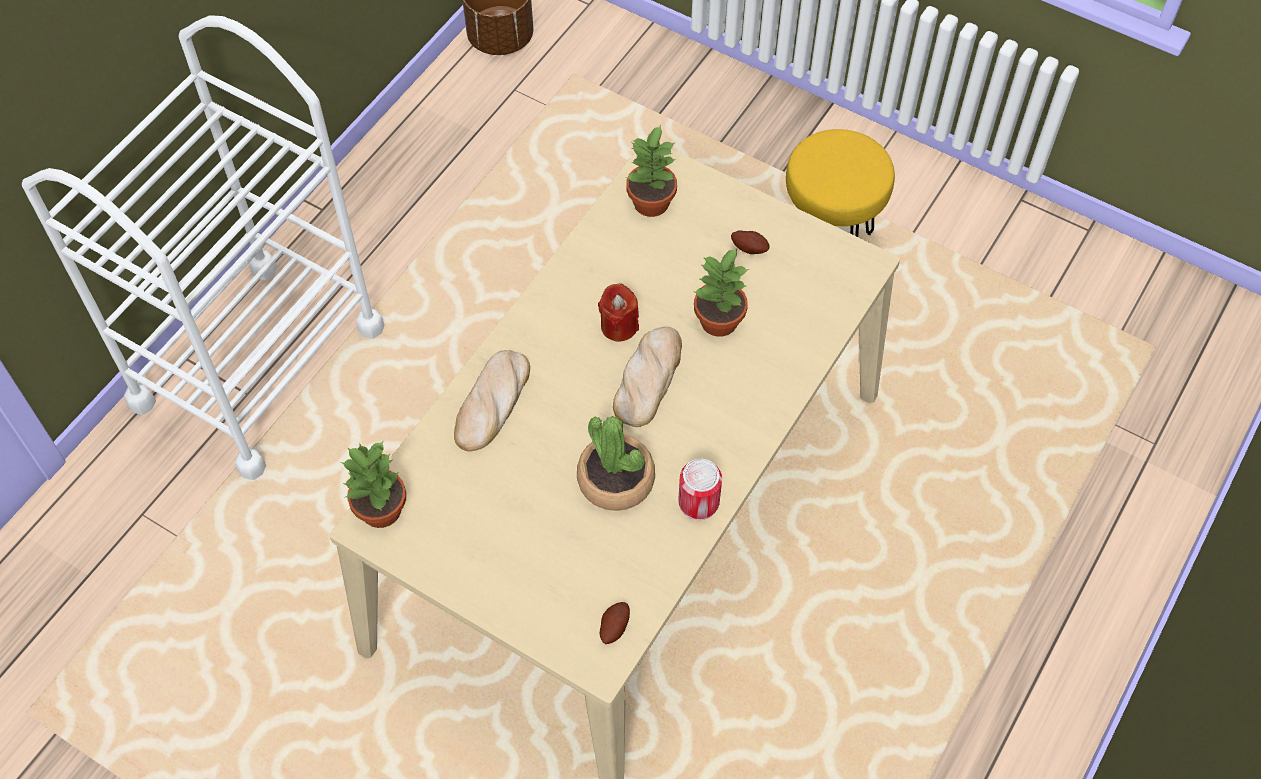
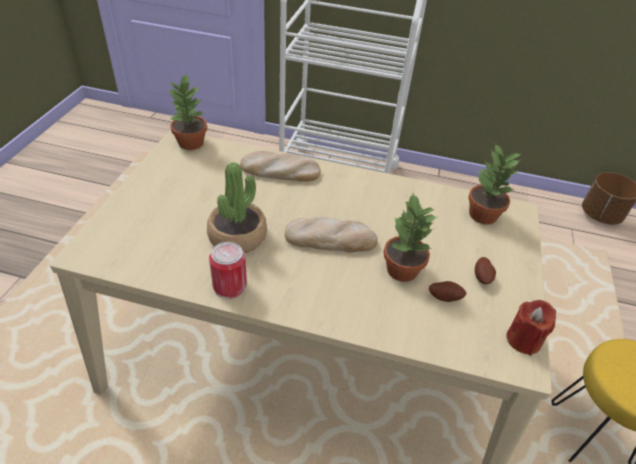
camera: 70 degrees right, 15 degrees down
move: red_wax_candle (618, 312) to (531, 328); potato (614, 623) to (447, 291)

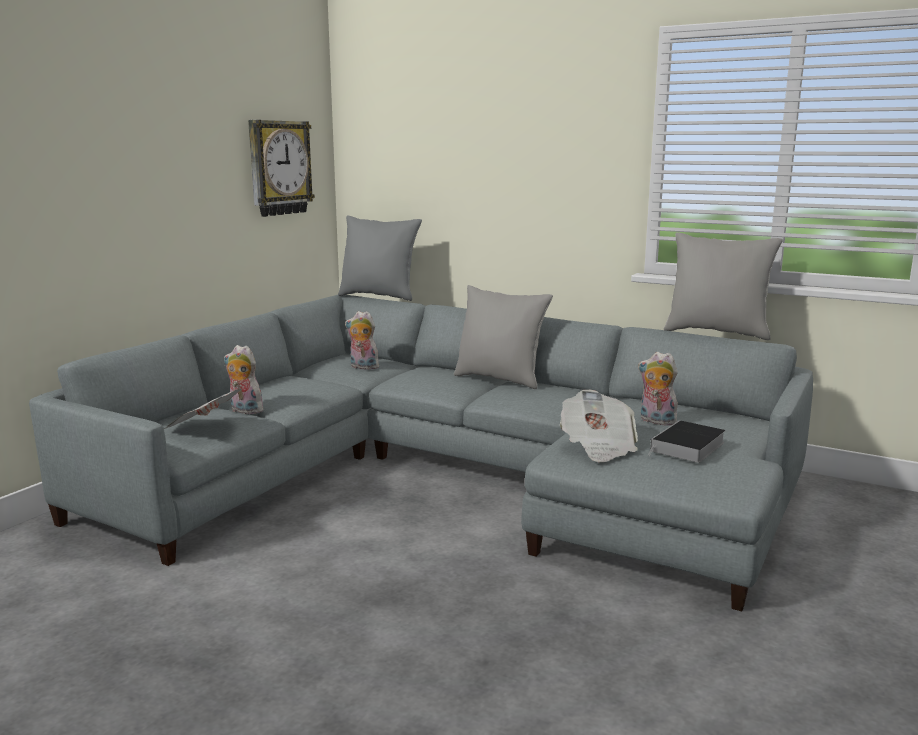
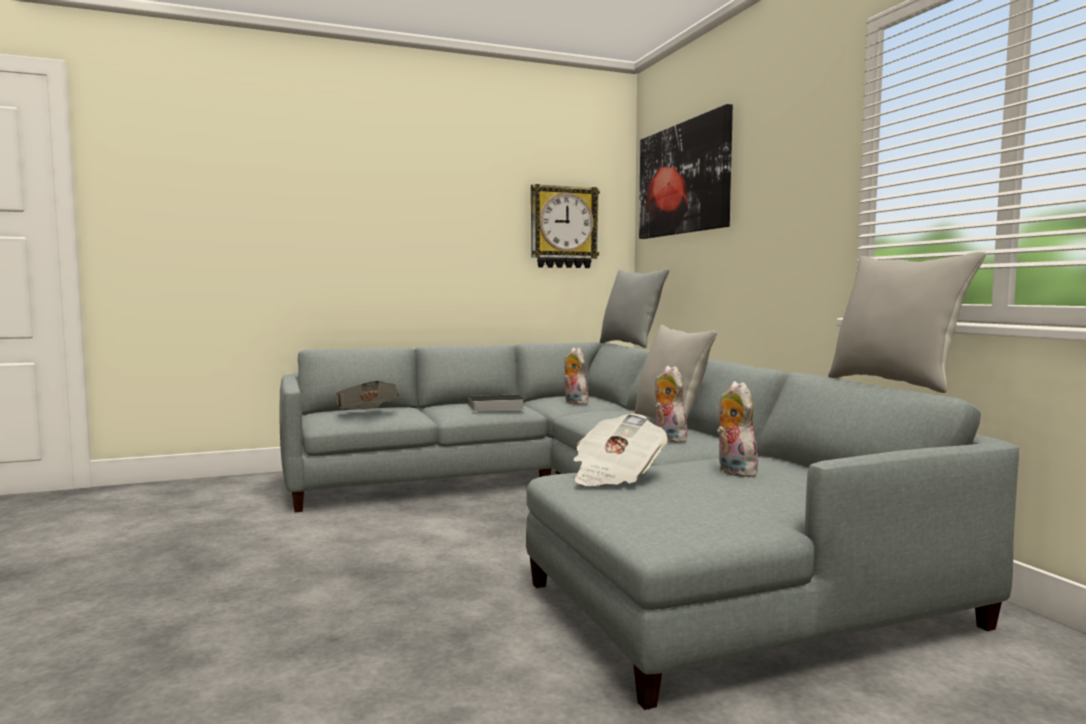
camera: 40 degrees right, 10 degrees down
insert: wall_art (686, 171)
move: soft_toy (243, 379) to (673, 404); volume (686, 441) to (492, 402)

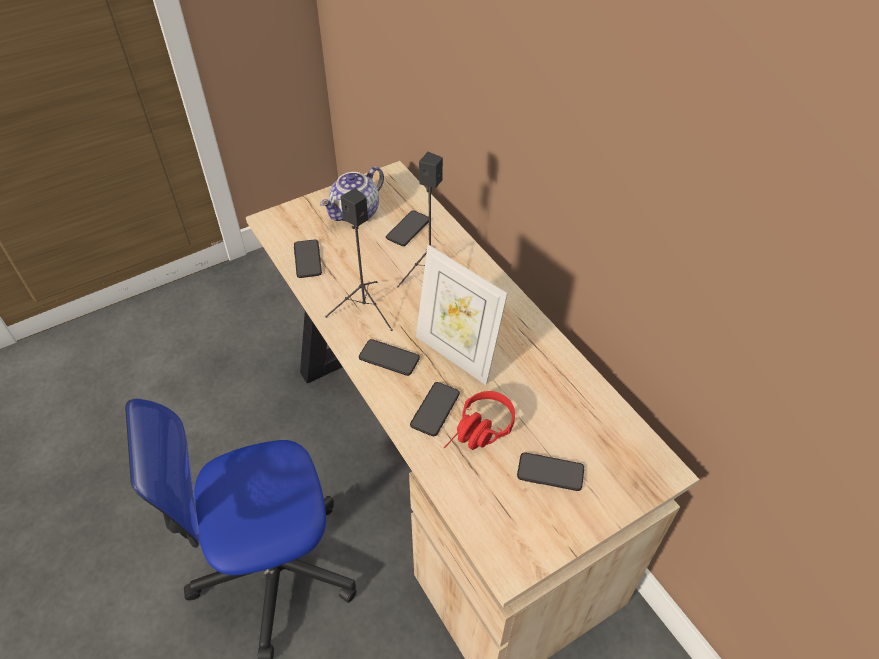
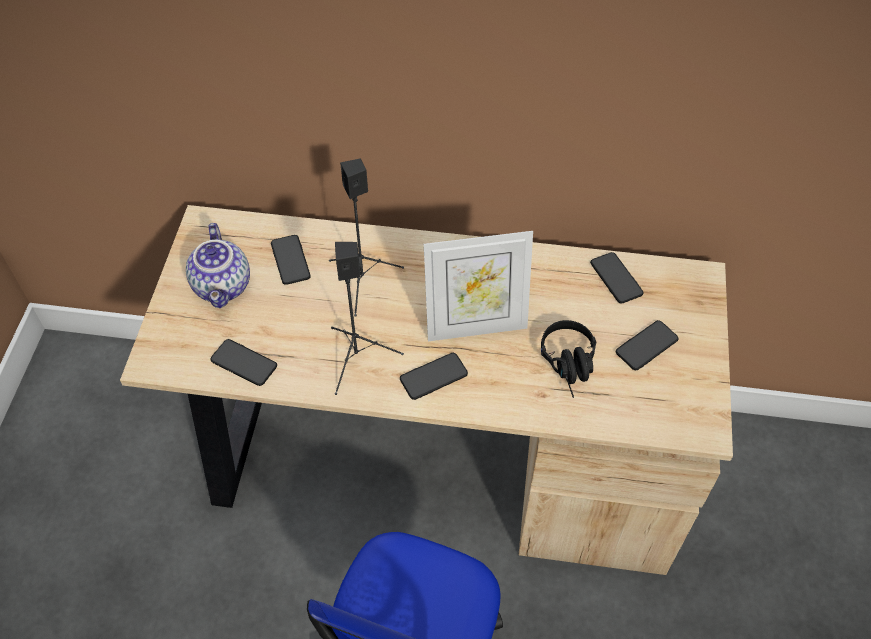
camera: 50 degrees left, 5 degrees up
move: phone (435, 409) to (617, 278)
recolor: red_headset (479, 420) to black_headset (568, 359)

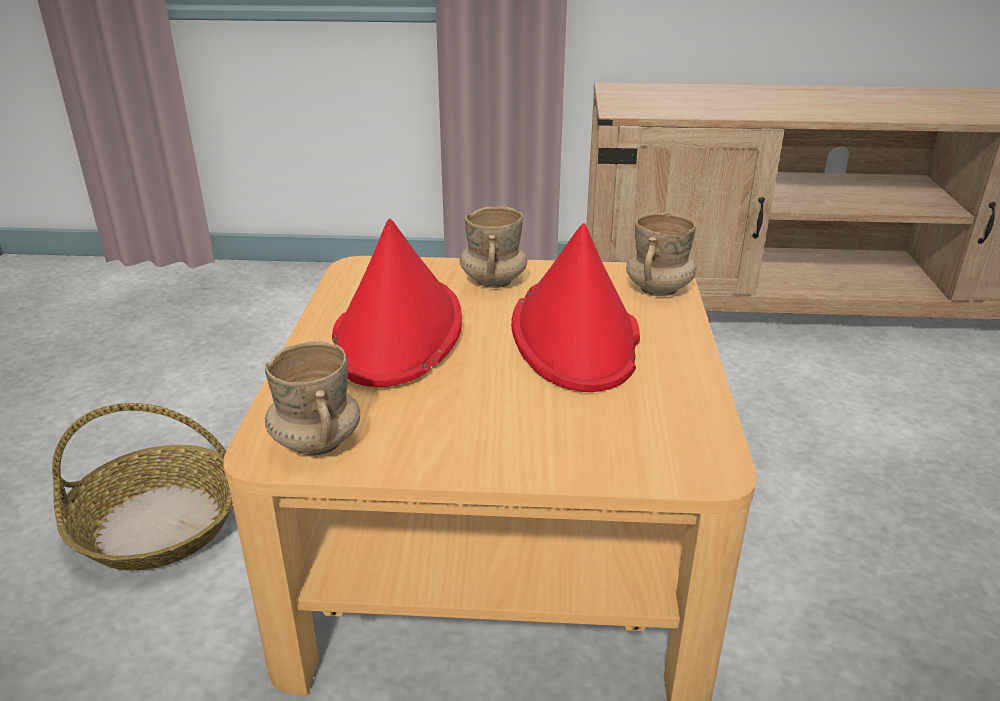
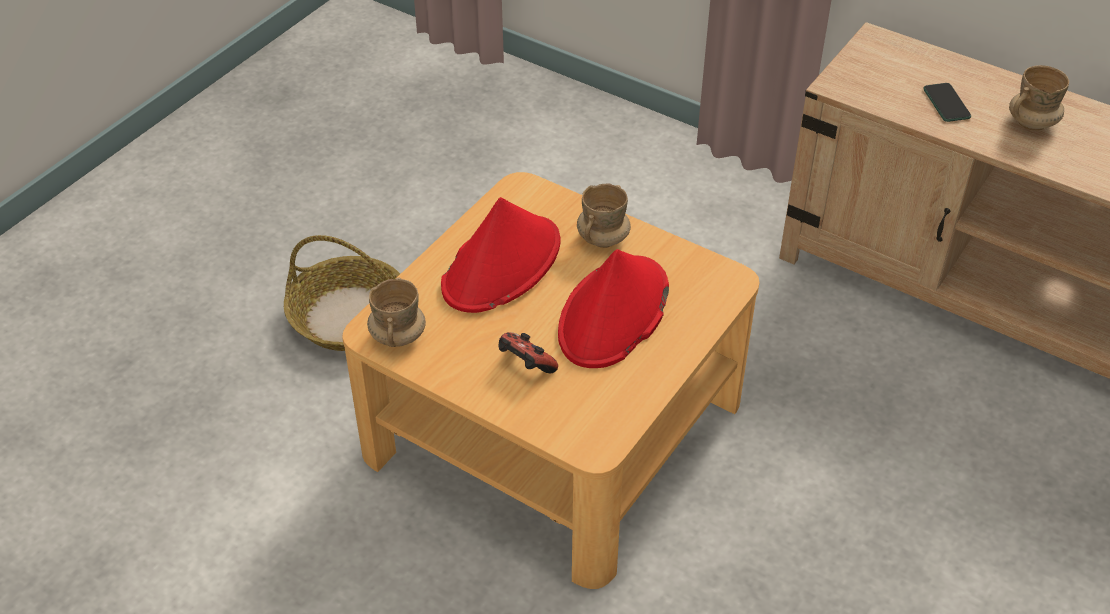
camera: 30 degrees right, 15 degrees up
insert: joypad (528, 353); phone (947, 102)
move: beige-coloured_coffee_mug (661, 254) to (1039, 98)

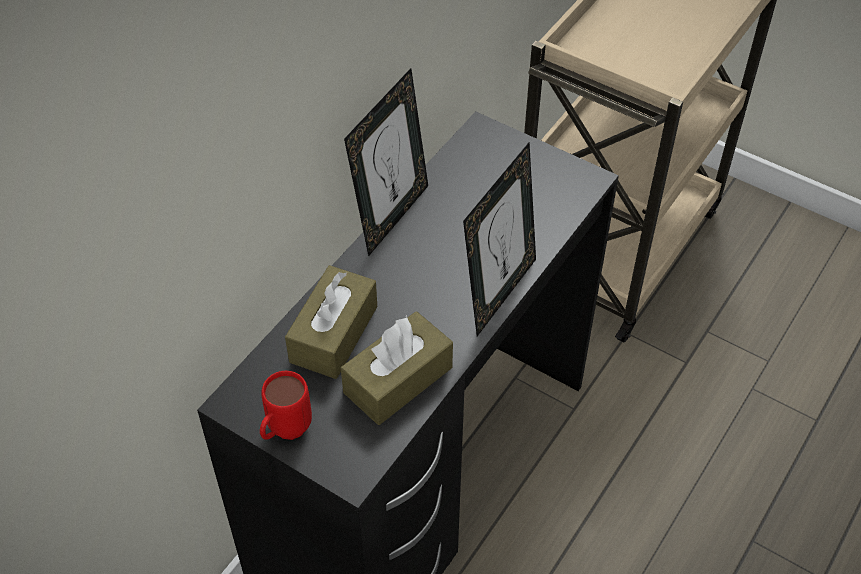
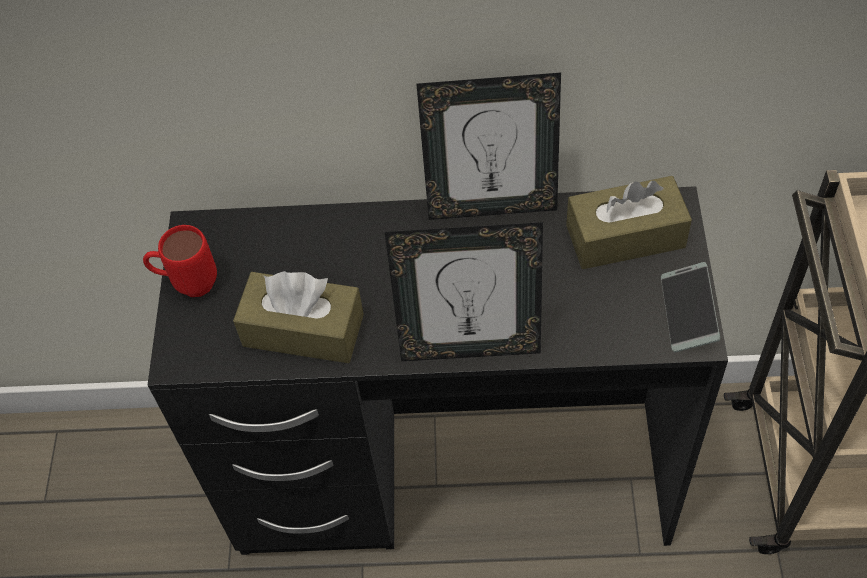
camera: 60 degrees right, 5 degrees up
insert: phone (690, 307)
move: brown-coloured_tissue_box (331, 322) to (629, 222)

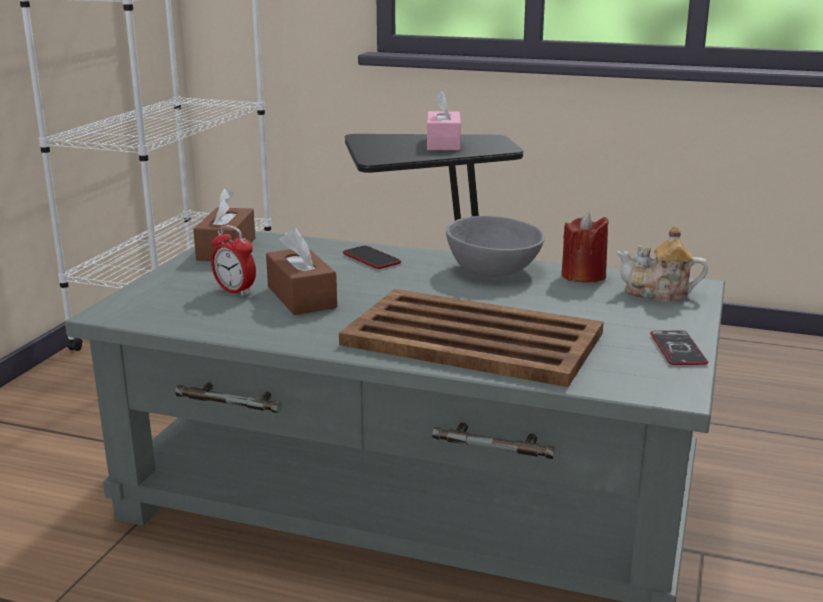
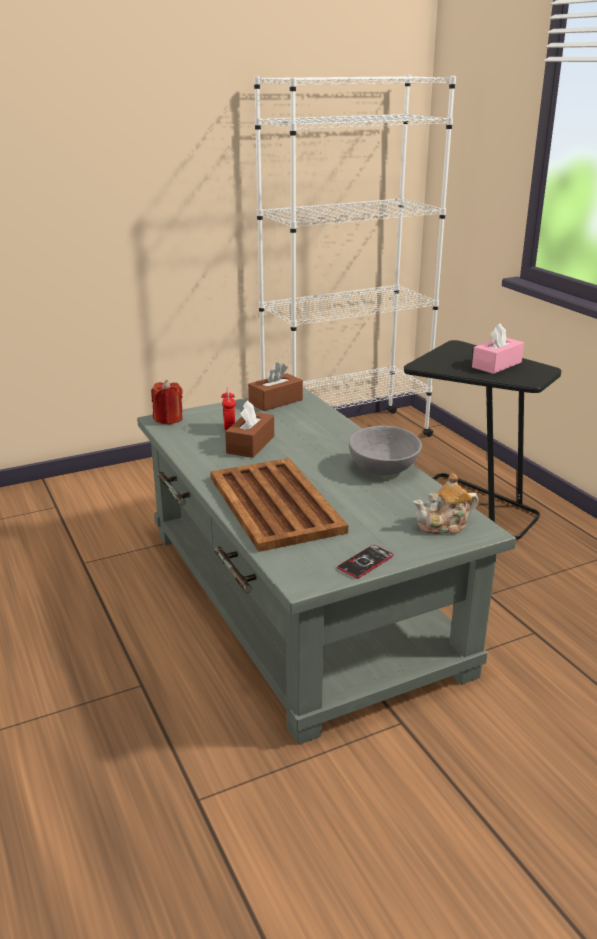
camera: 45 degrees right, 5 degrees up
delete: phone (372, 257)
move: red_wax_candle (585, 247) to (167, 402)
rotate: pot_for_tea (662, 264) = (446, 503) 75 degrees counterclockwise

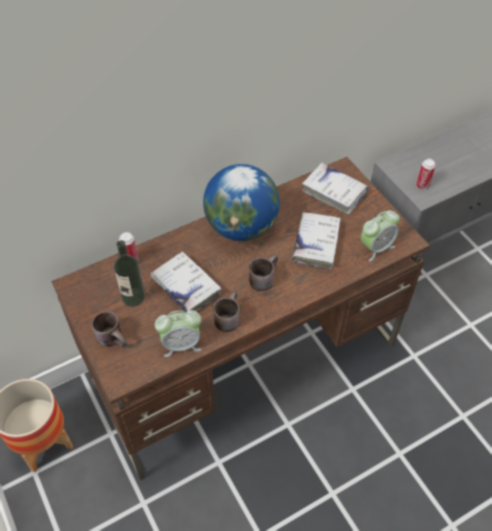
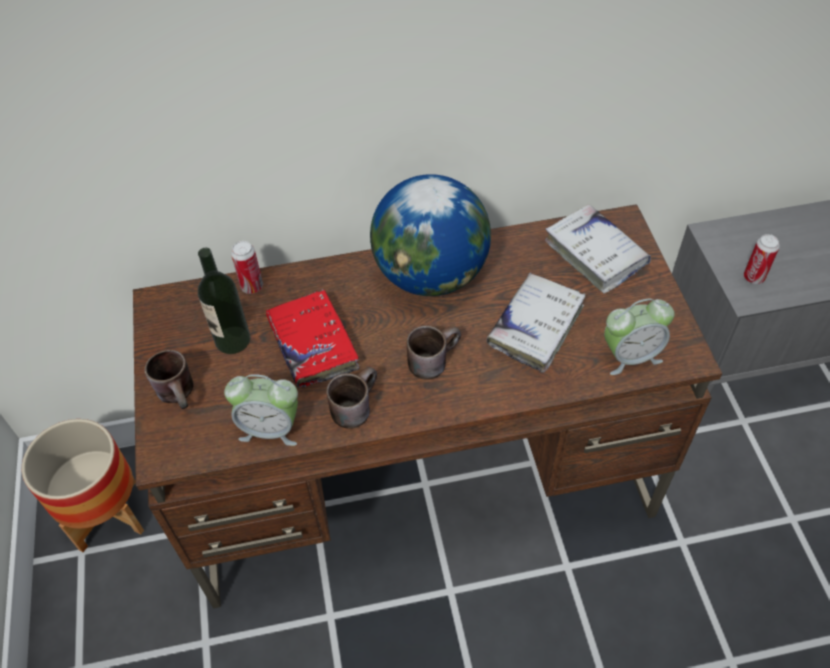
camera: 20 degrees right, 0 degrees up
recolor: white_volume (186, 281) to red_volume (312, 338)

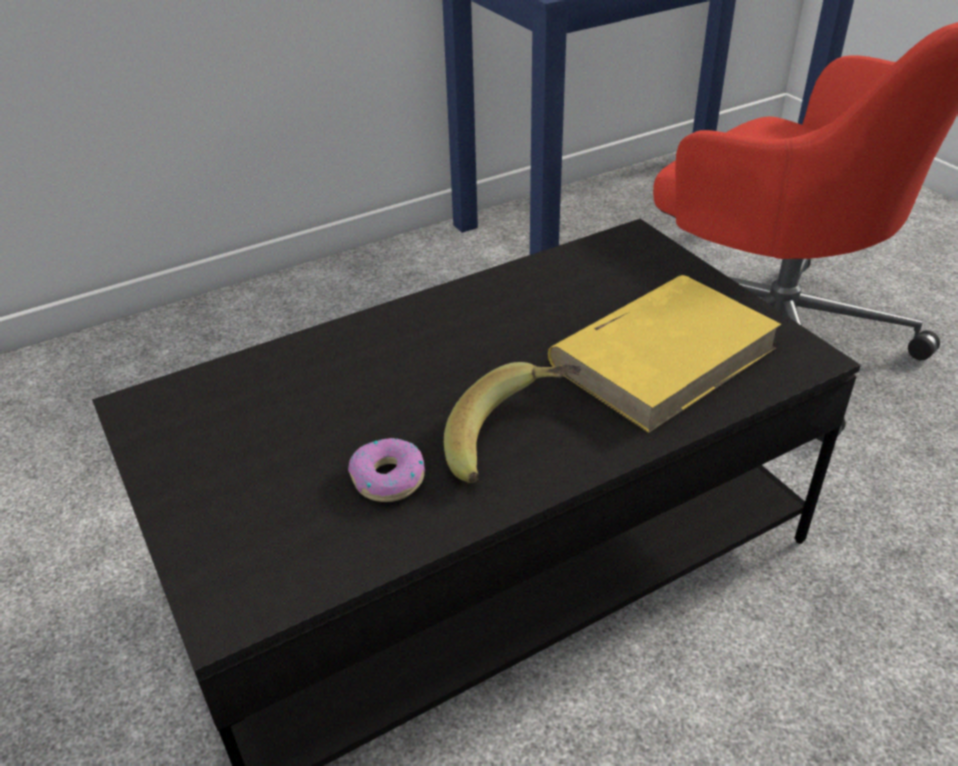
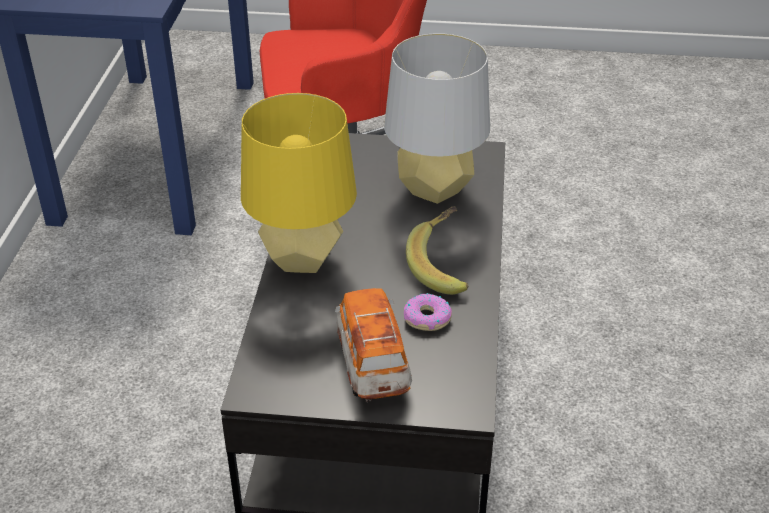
camera: 55 degrees left, 0 degrees up
insert: yellow_tabletop_lamp (299, 183); miniature_car (373, 345)
replace: yellow_volume (665, 354) to gray_tabletop_lamp (437, 118)

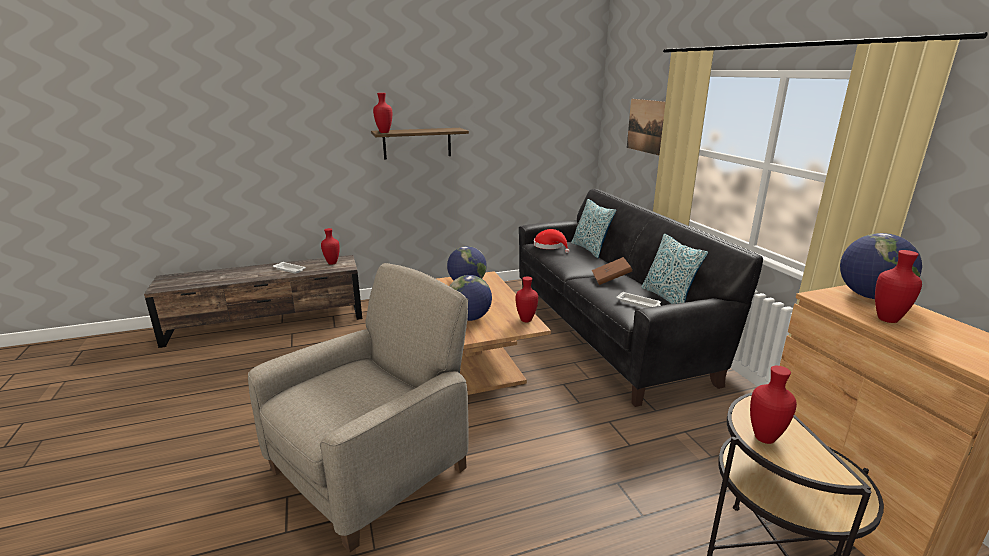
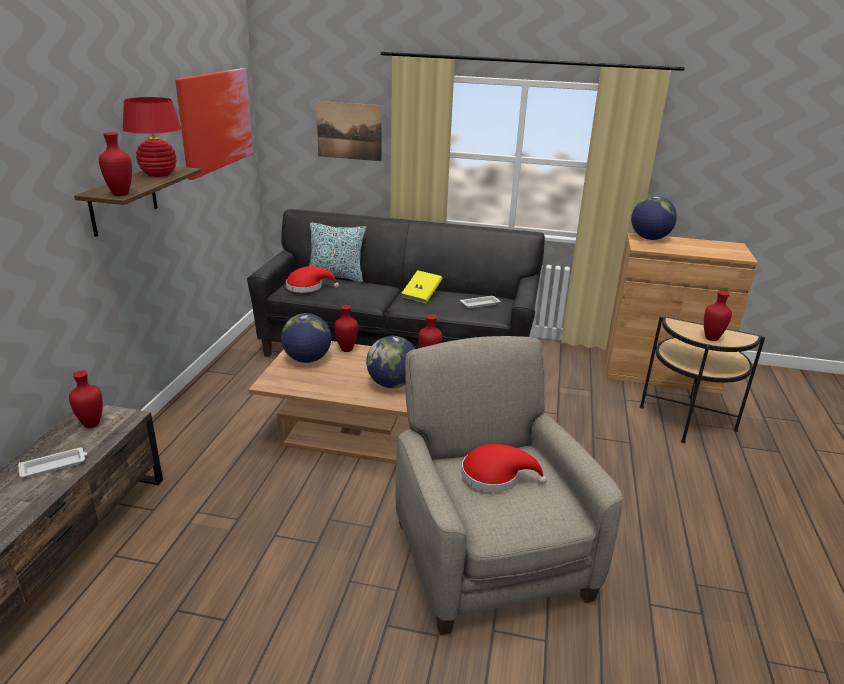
camera: 60 degrees left, 5 degrees up
delete: throw_pillow (674, 269)
insert: red_tabletop_lamp (152, 137); wall_art (214, 124); red_clothing_hat (504, 468)
move: red_decorative_vase (898, 286) to (346, 328)
recolor: brown-coloured_volume (612, 271) to yellow_volume (421, 286)

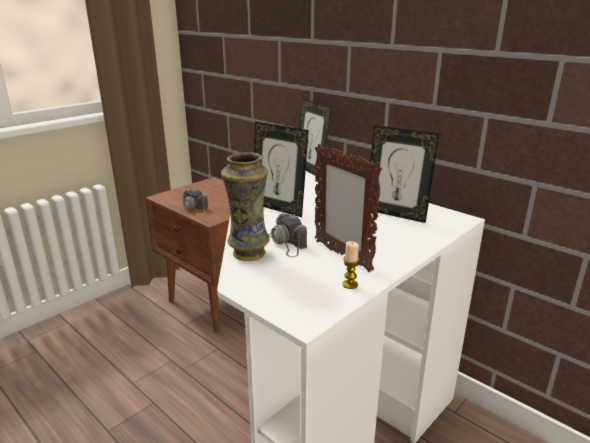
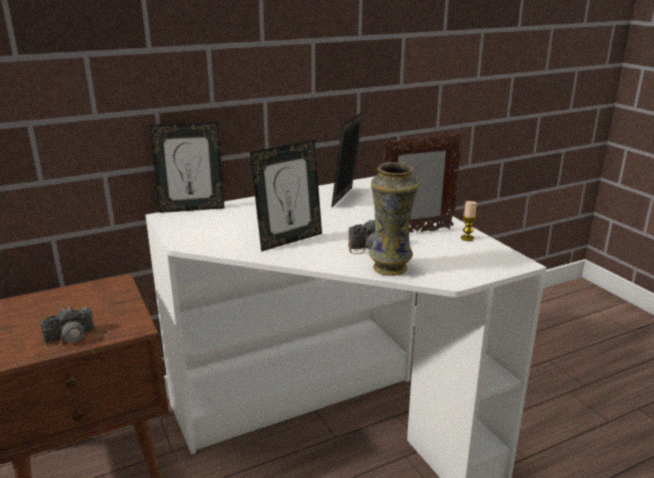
camera: 70 degrees left, 0 degrees up
rotate: picture_frame (404, 174) = (347, 160) 150 degrees clockwise

